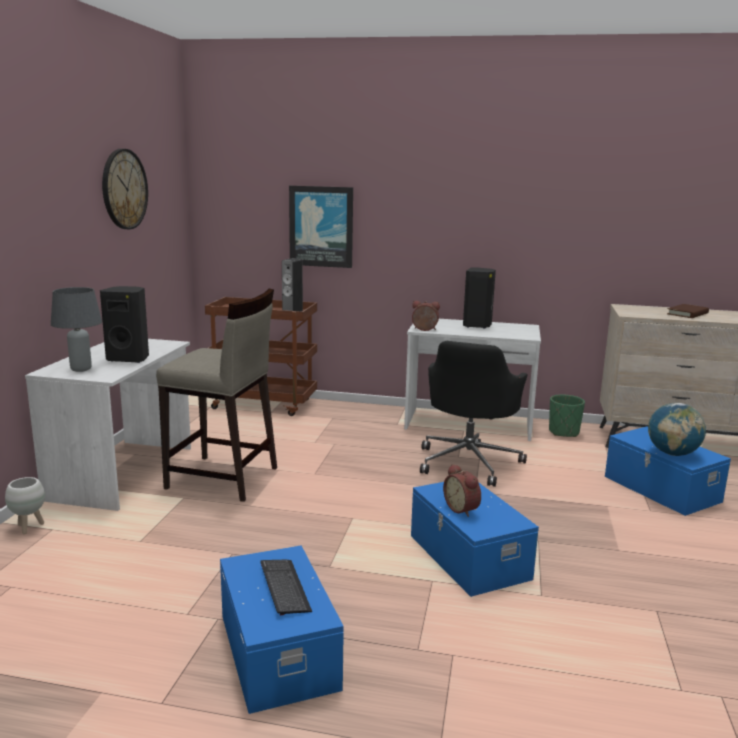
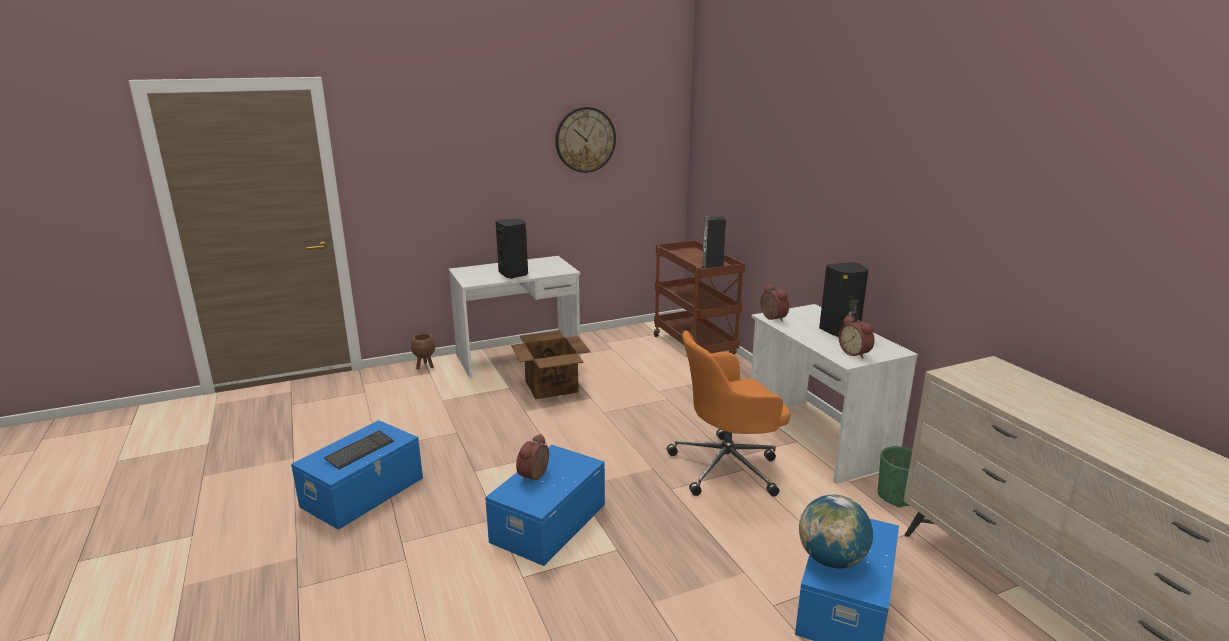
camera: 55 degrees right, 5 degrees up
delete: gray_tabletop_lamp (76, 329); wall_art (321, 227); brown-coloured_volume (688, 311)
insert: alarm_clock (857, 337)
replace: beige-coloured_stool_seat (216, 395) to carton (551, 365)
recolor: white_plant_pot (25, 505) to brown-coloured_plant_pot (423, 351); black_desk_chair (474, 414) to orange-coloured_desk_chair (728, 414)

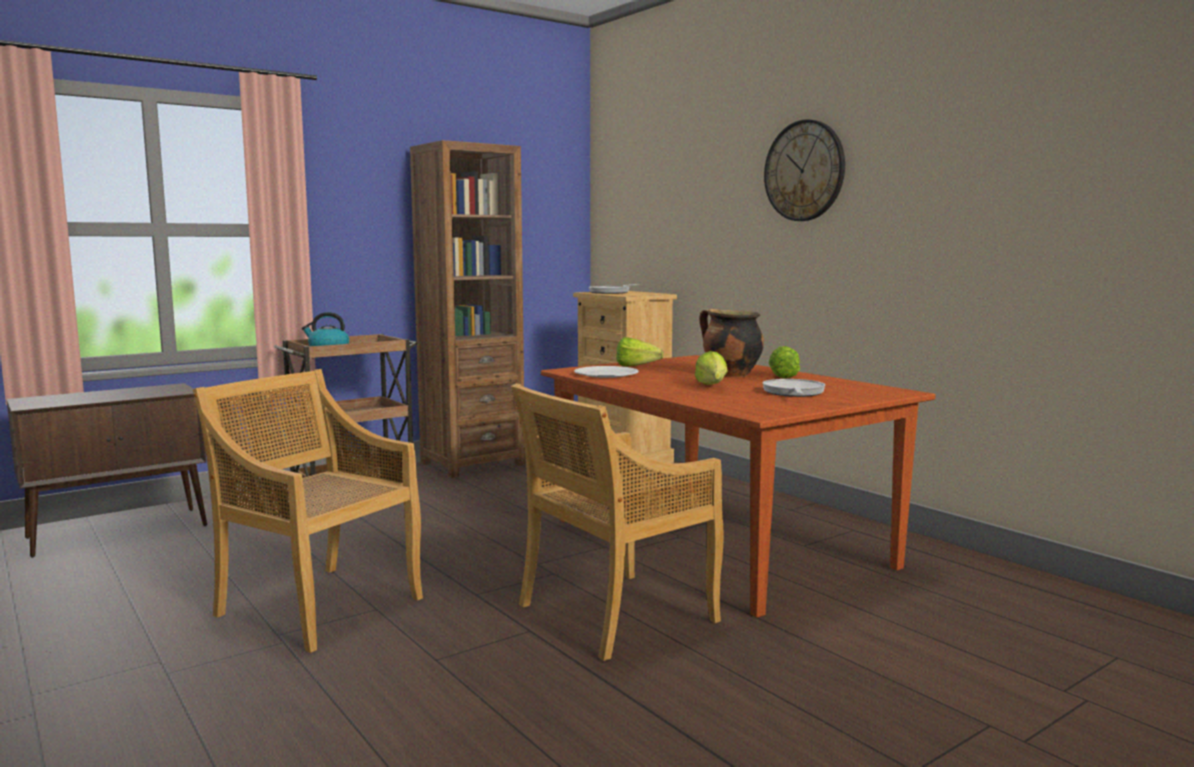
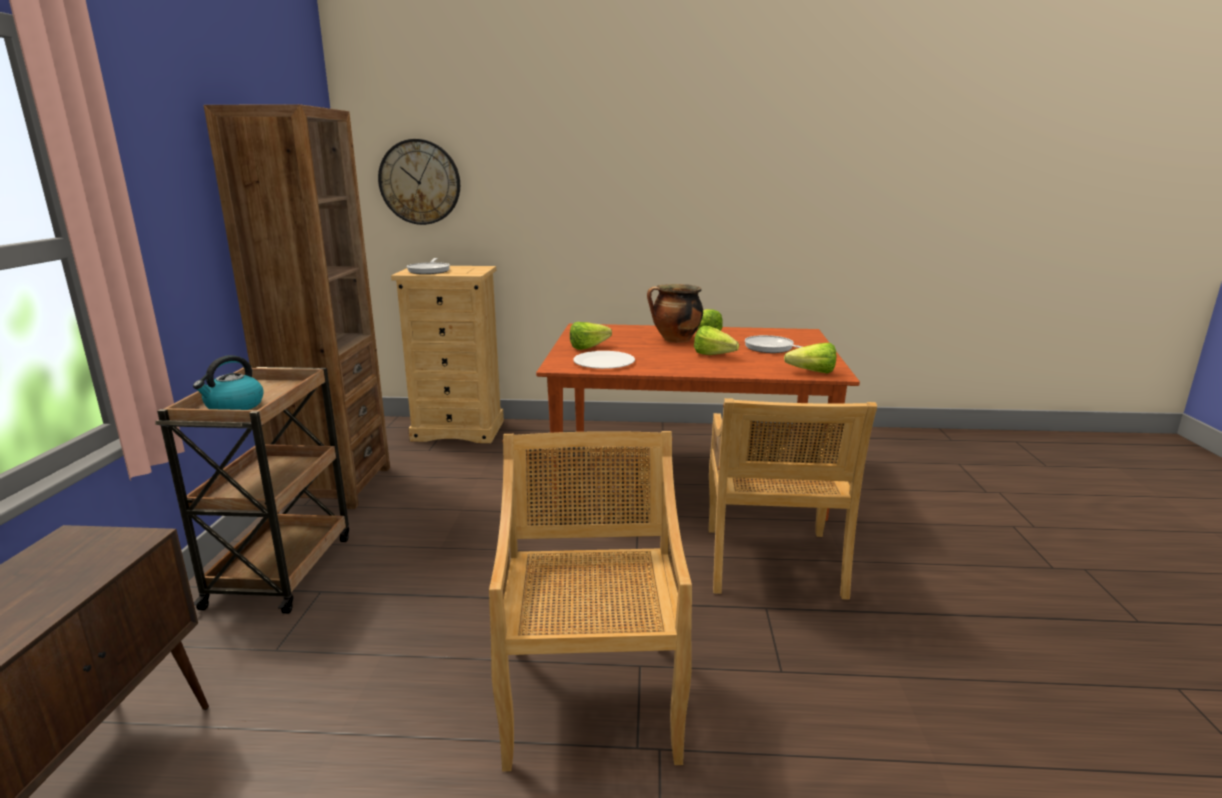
camera: 50 degrees left, 10 degrees up
insert: head_of_lettuce (810, 358)
move: clock_on_the_wall (804, 170) to (419, 182)
rotate: beige-coloured_chair (308, 511) = (590, 601) 105 degrees clockwise

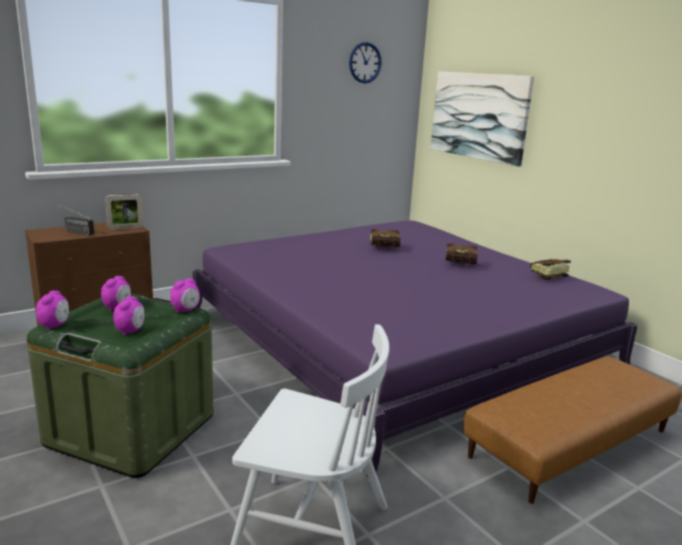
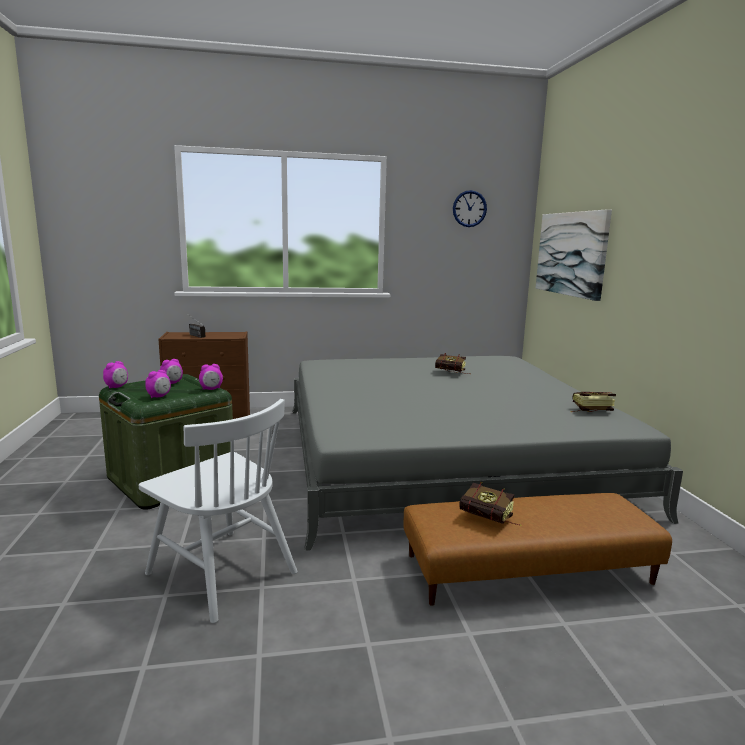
camera: 25 degrees right, 5 degrees down
delete: picture_frame (124, 212)
move: volume (464, 254) to (491, 504)
recolor: purple_bed (415, 349) to gray_bed (487, 453)

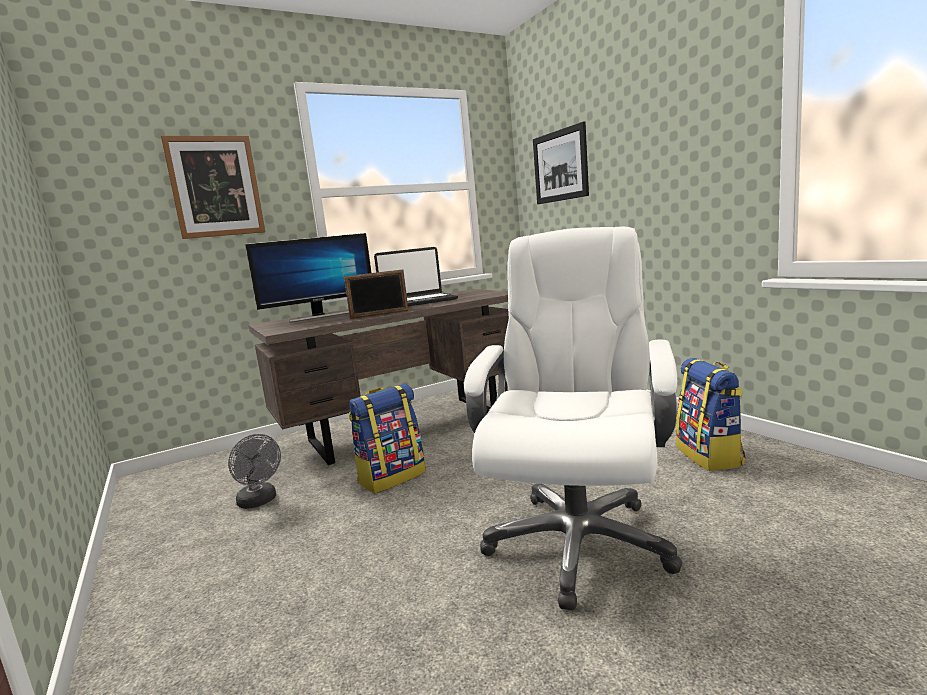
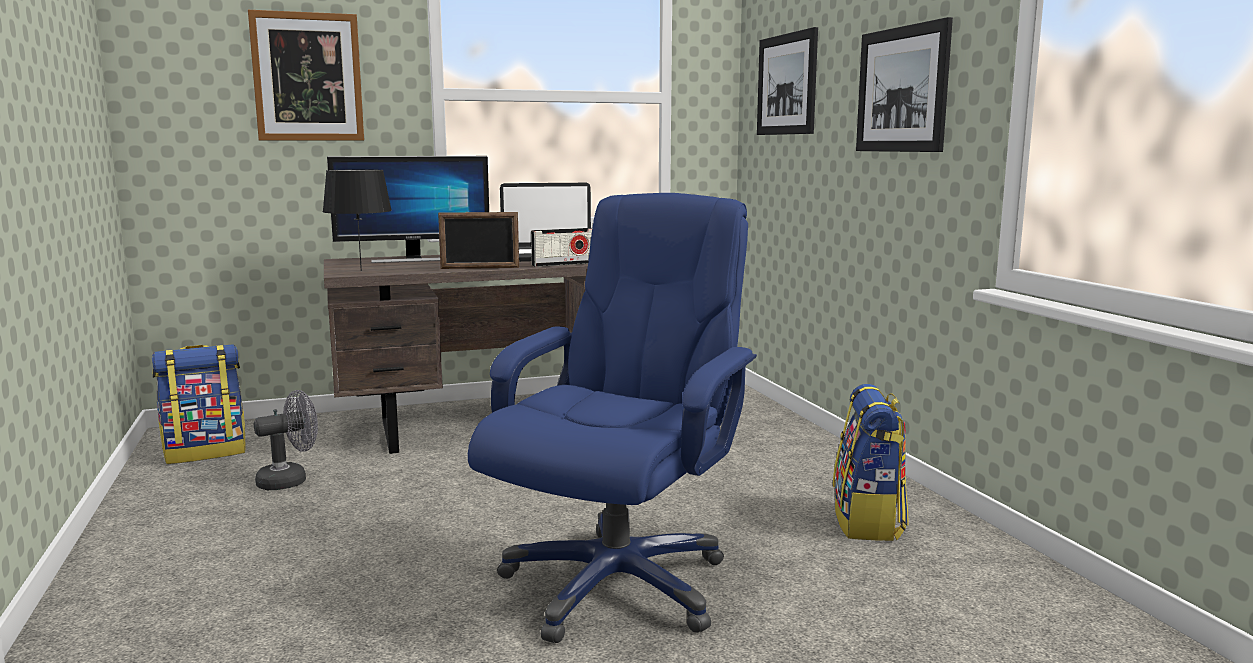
camera: 10 degrees right, 0 degrees up
insert: black_tabletop_lamp (357, 220); radio (561, 247); wall_art (904, 84)
move: backpack (387, 438) to (198, 404)
recolor: white_desk_chair (573, 418) to bluish_desk_chair (612, 418)
rotate: gray_cooling_fan (254, 471) = (286, 440) 90 degrees counterclockwise

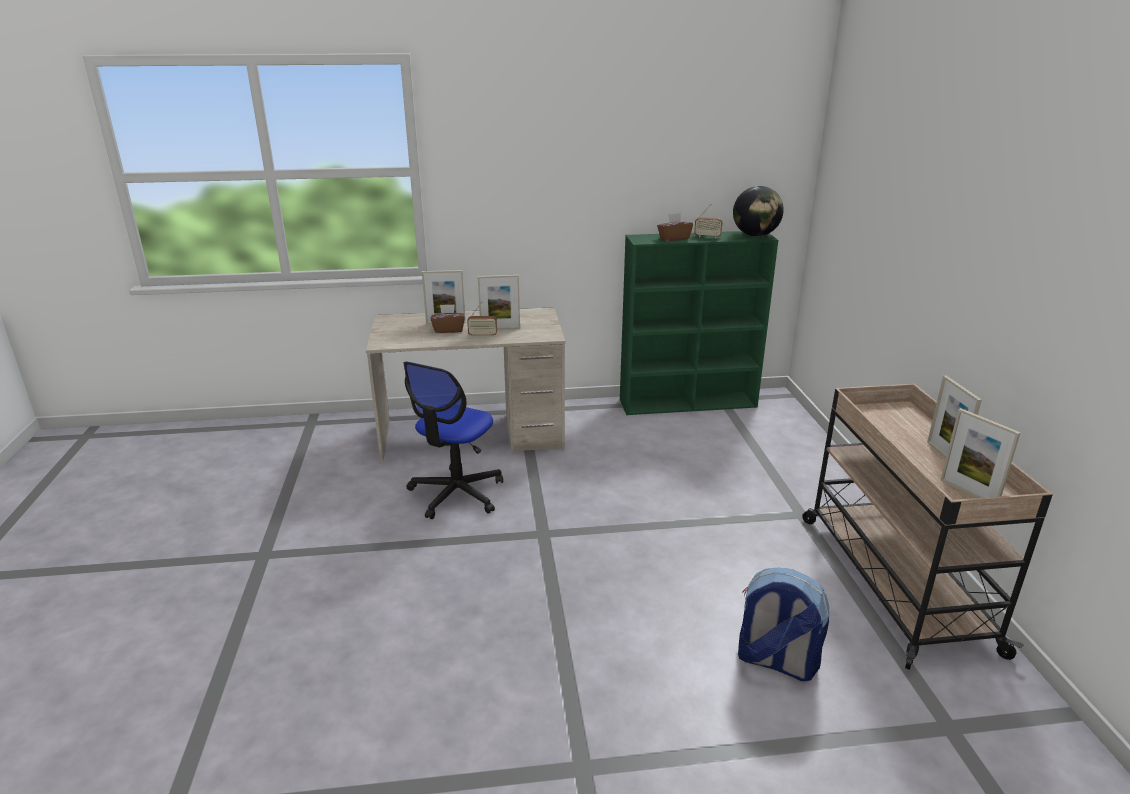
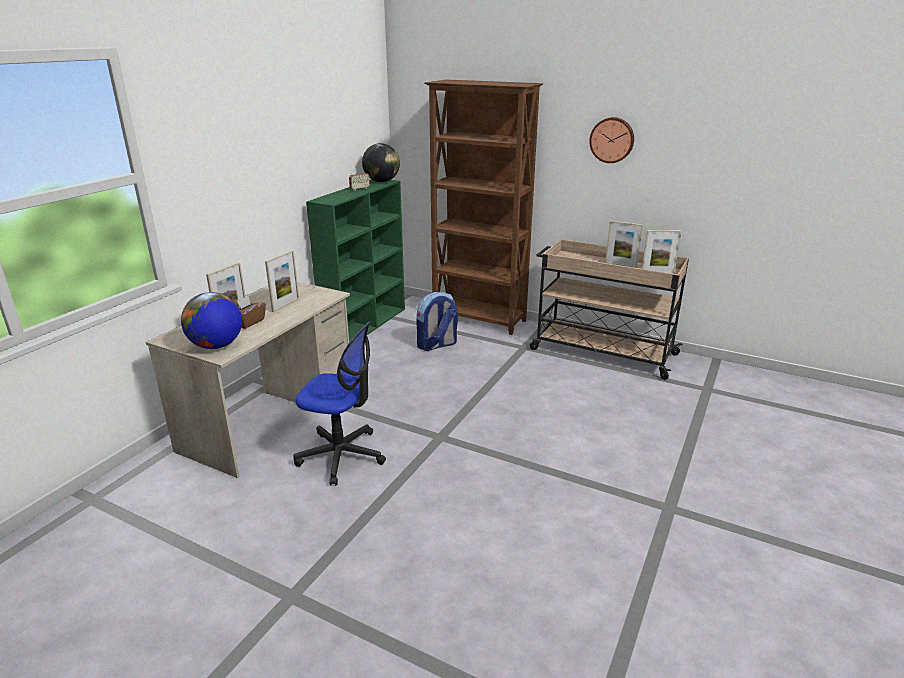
camera: 55 degrees left, 0 degrees up
delete: radio (482, 319); brown-coloured_tissue_box (675, 227)
insert: globe (211, 320); brown-coloured_shelving_unit (484, 207); clock_on_the_wall (611, 140)
move: backpack (784, 624) to (437, 321)
rotate: desk_chair (453, 440) = (339, 403) 45 degrees counterclockwise

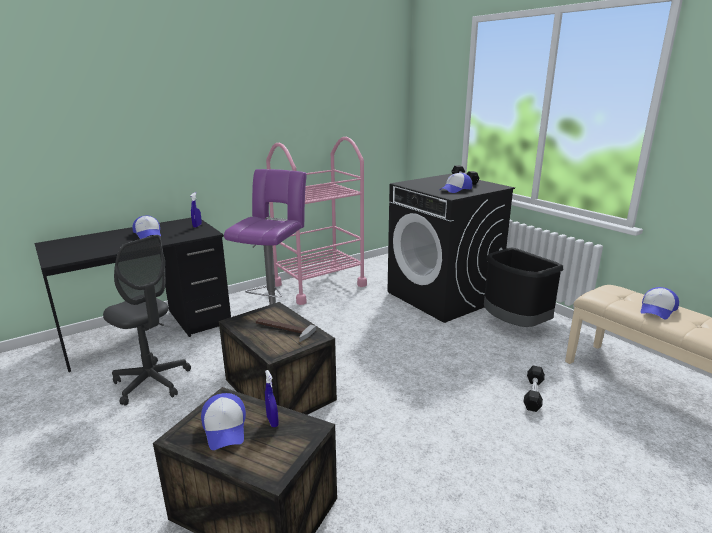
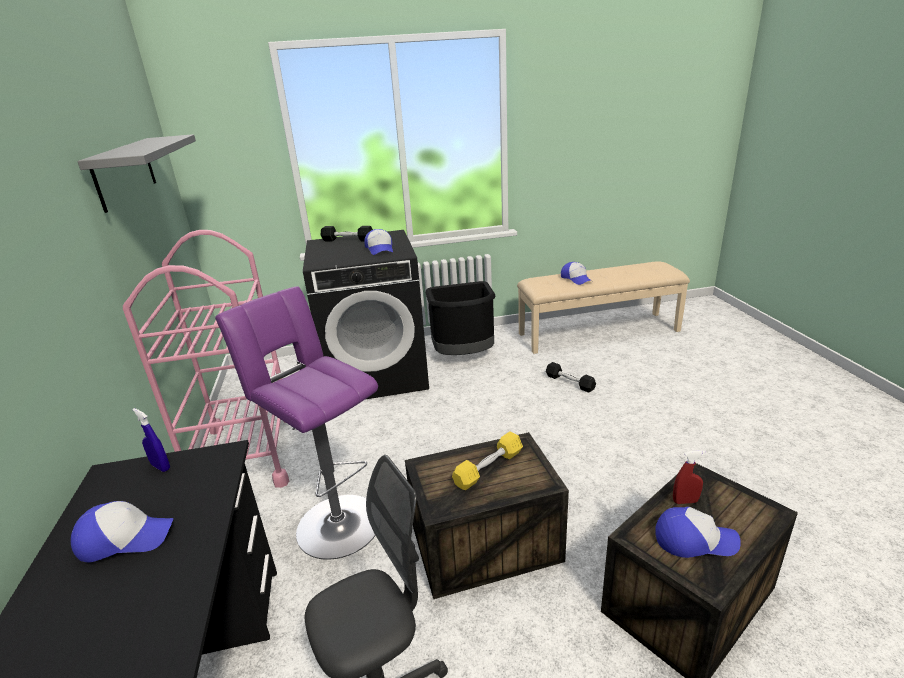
camera: 65 degrees left, 5 degrees up
insert: gray_shelf (136, 173)
replace: hammer (286, 330) to yellow_hand_weight (487, 460)
recolor: bluish_hand_sprayer (272, 398) to red_hand_sprayer (689, 477)

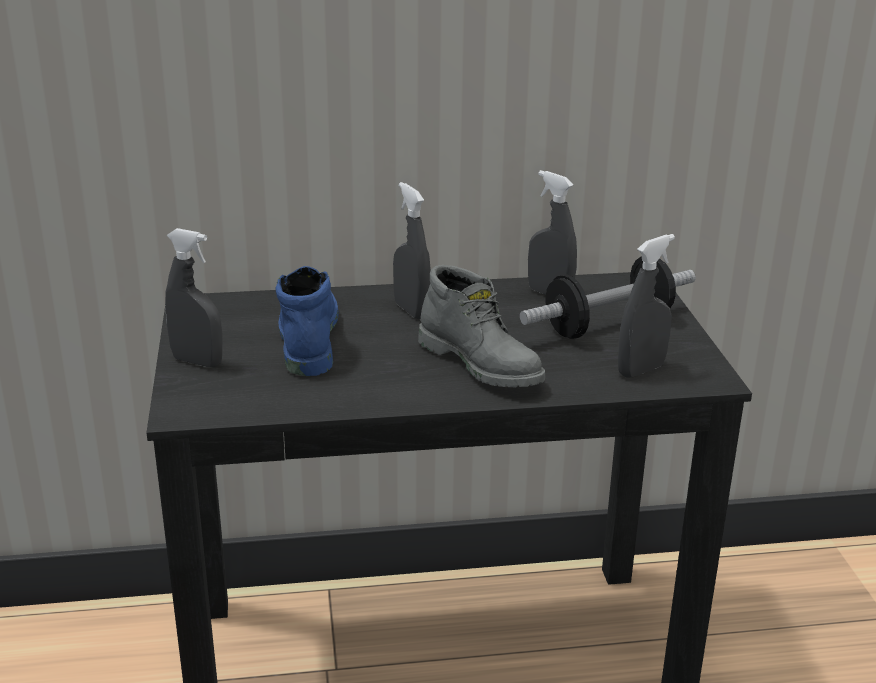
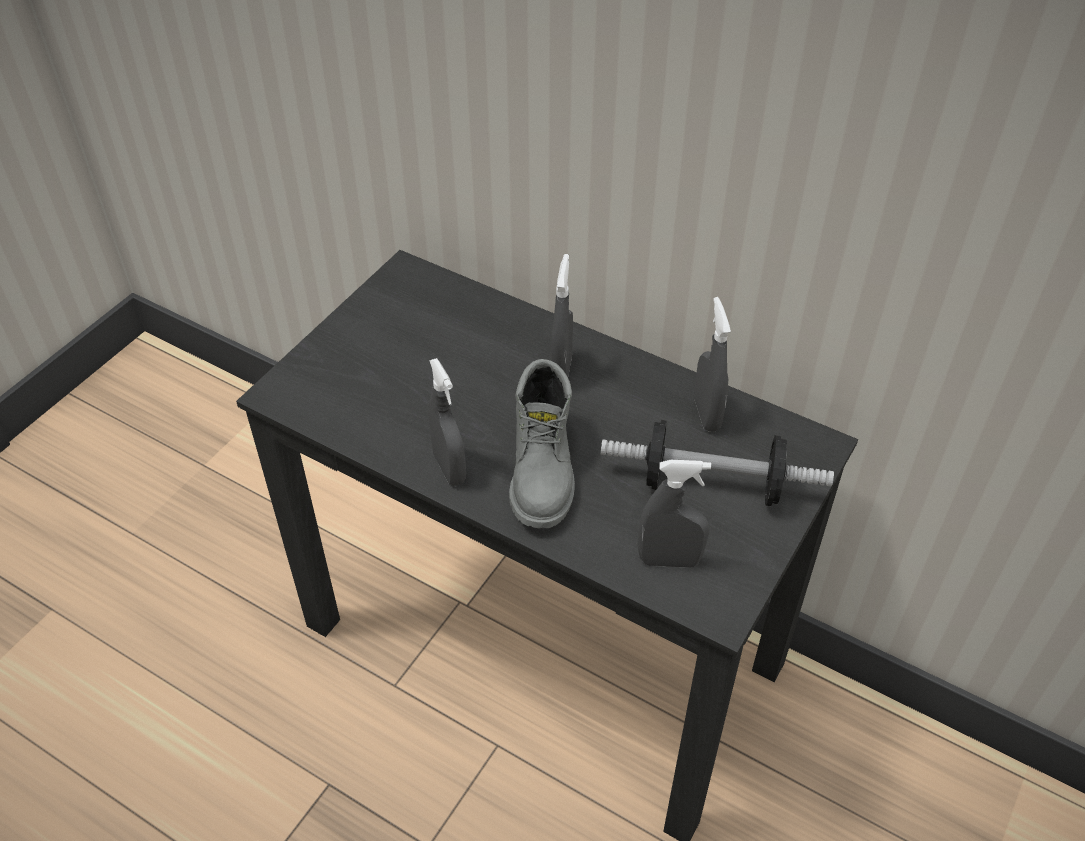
camera: 40 degrees right, 20 degrees up
delete: bluish_boot (307, 321)
move: gray_hand_sprayer (194, 297) to (447, 422)

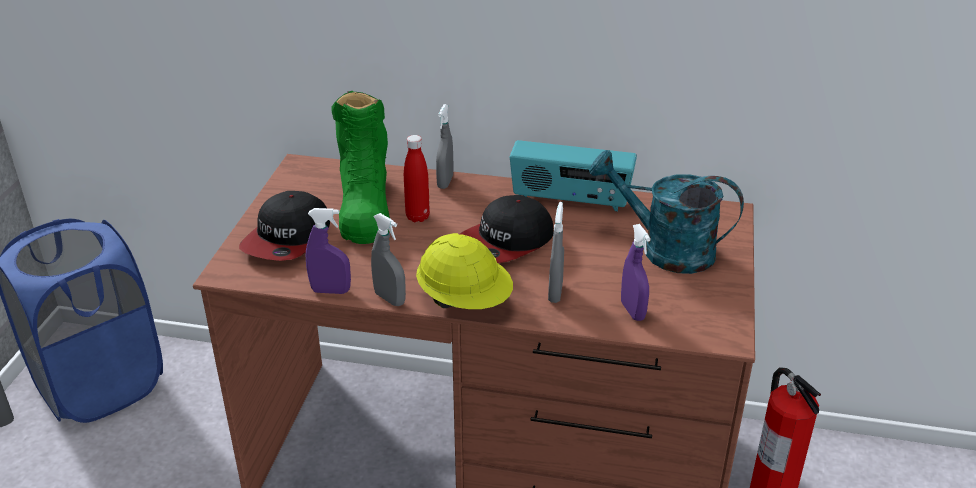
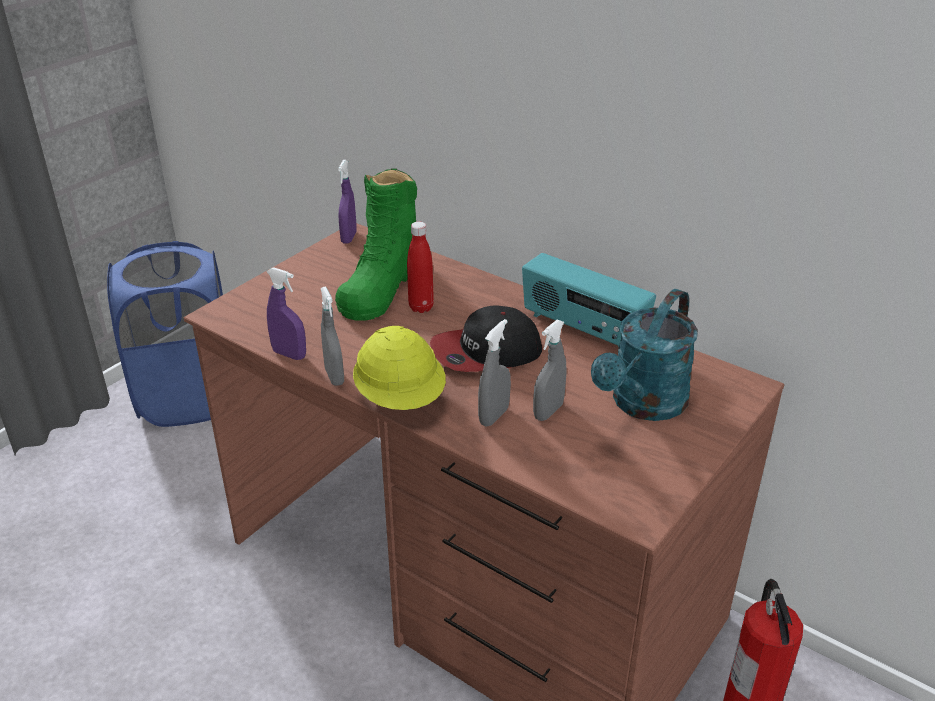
camera: 25 degrees right, 0 degrees up
delete: baseball_cap (284, 226)
move: gray_hand_sprayer (445, 146) to (550, 370); purple_hand_sprayer (636, 272) to (347, 202)
rotate: turquoise_watering_pot (666, 212) = (644, 355) 105 degrees counterclockwise

